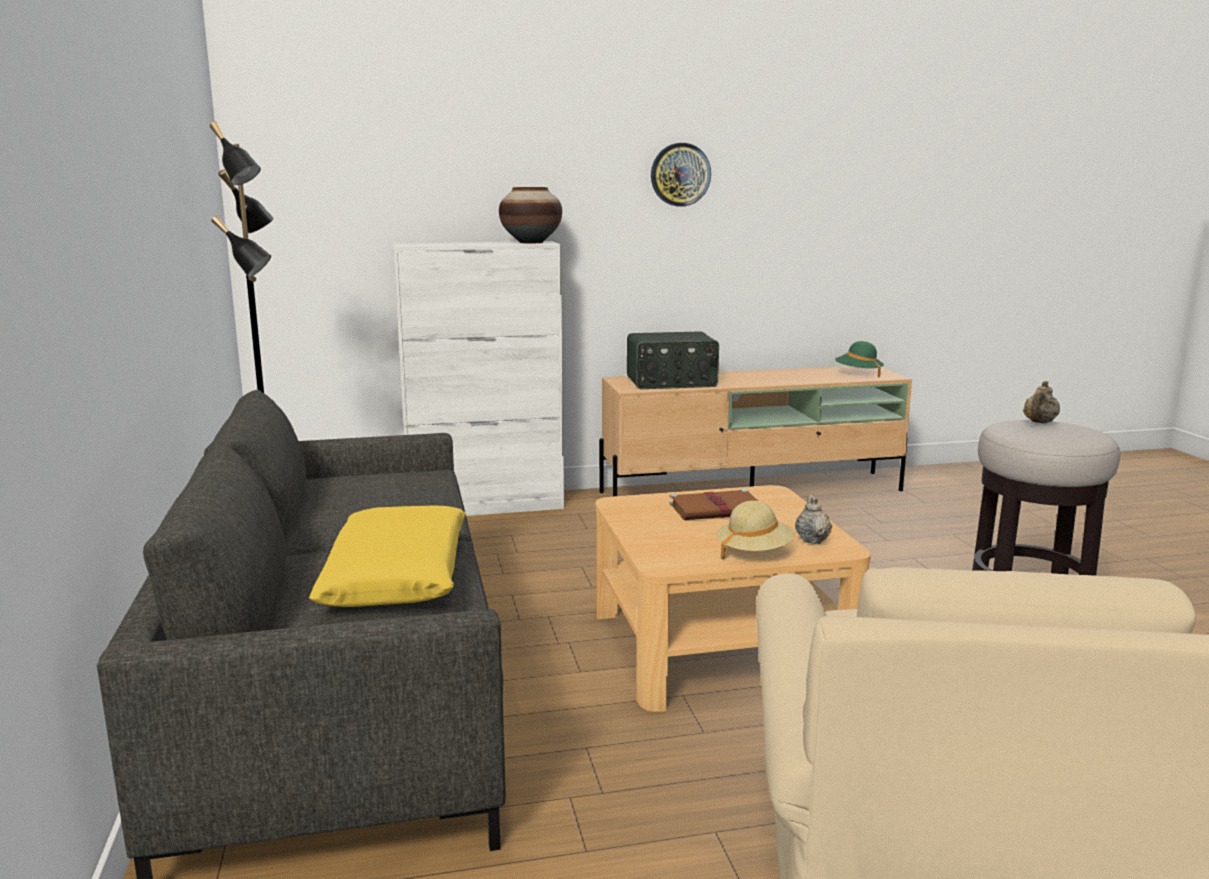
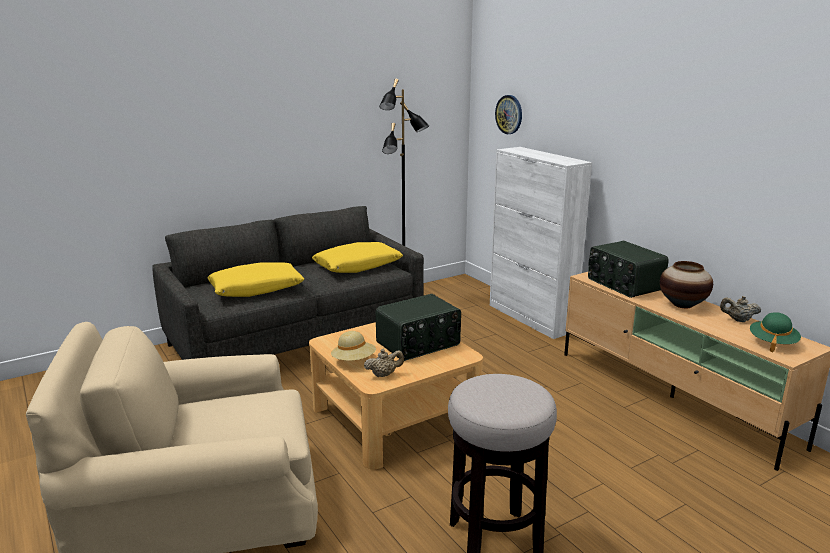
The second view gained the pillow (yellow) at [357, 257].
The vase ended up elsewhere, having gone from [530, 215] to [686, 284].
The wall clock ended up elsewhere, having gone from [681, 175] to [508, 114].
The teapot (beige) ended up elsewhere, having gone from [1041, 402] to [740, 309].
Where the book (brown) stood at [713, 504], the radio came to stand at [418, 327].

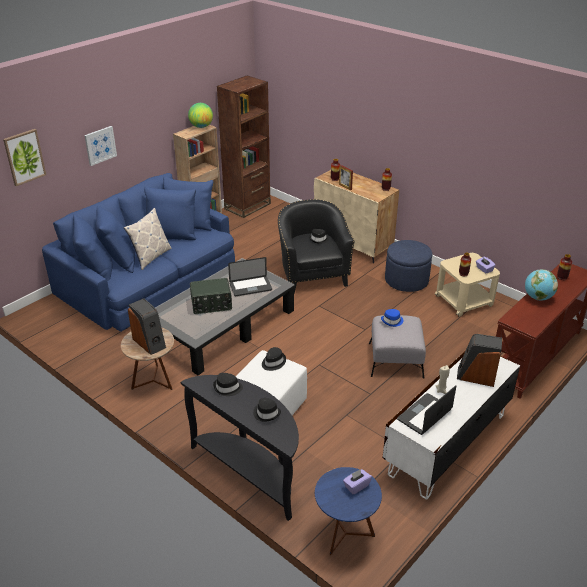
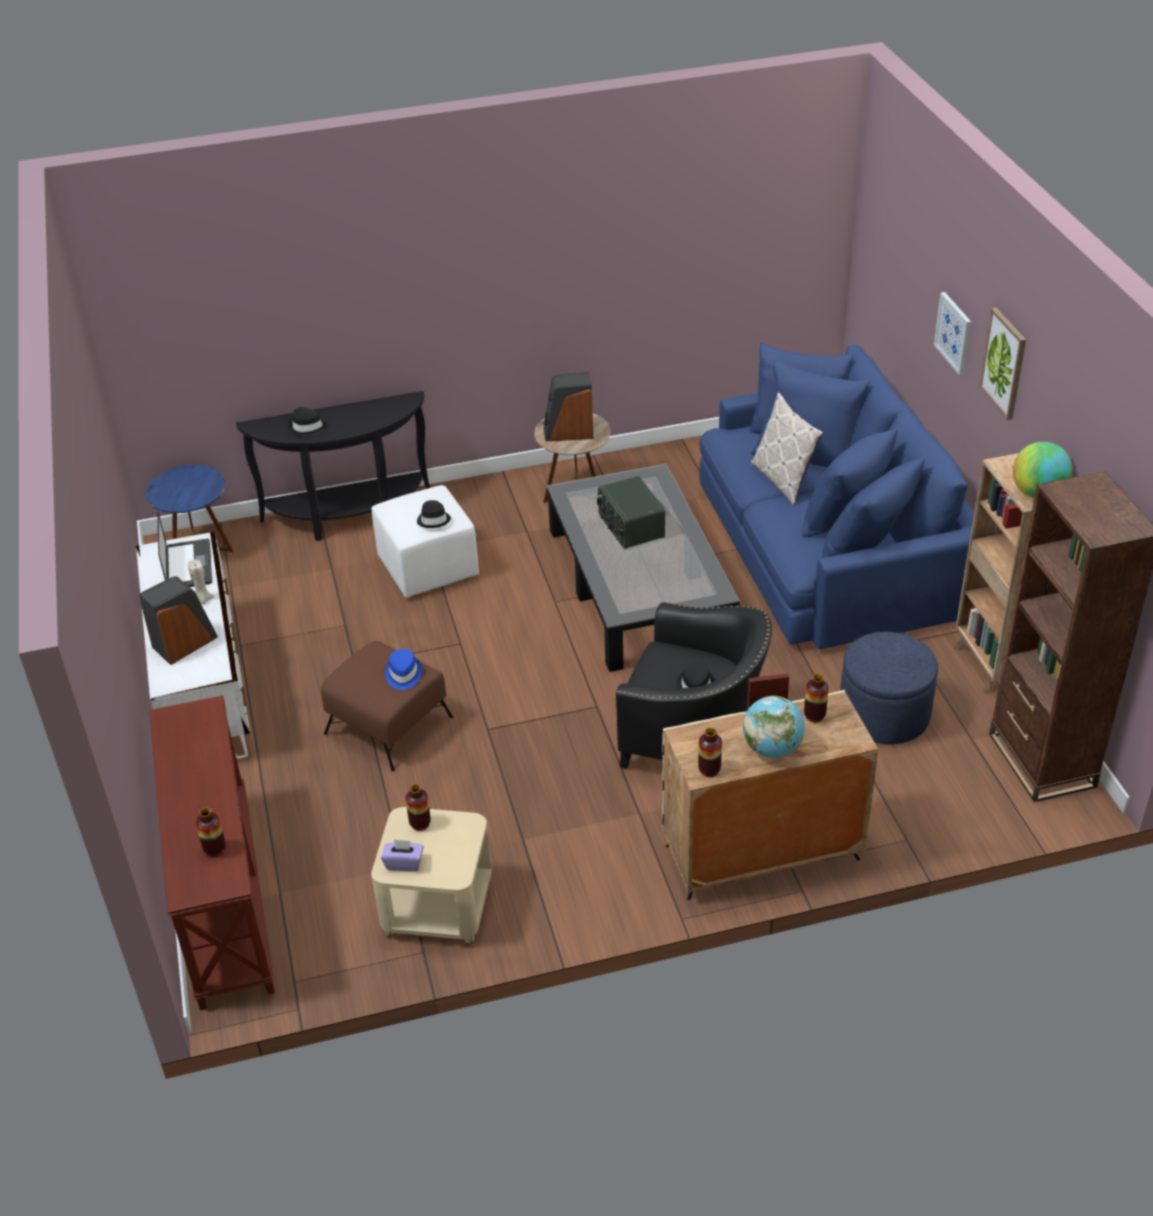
The second view lost the hat (black) at [228, 384].
The second view lost the laptop at [250, 276].
The second view lost the tissue box (purple) at [357, 482].
The picture ended up elsewhere, having gone from [24, 157] to [1002, 364].
The ottoman (blue) ended up elsewhere, having gone from [408, 266] to [889, 688].
The globe ended up elsewhere, having gone from [541, 285] to [774, 727].
What was the ottoman (grey) at [397, 347] turned into the ottoman (brown) at [387, 706].
The radio at [211, 296] ended up facing another way, 45 degrees counterclockwise from before.

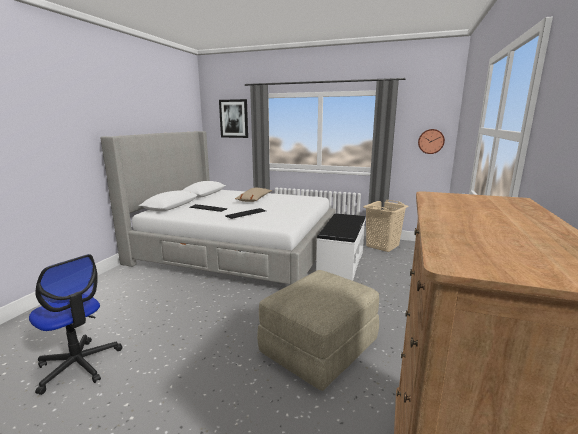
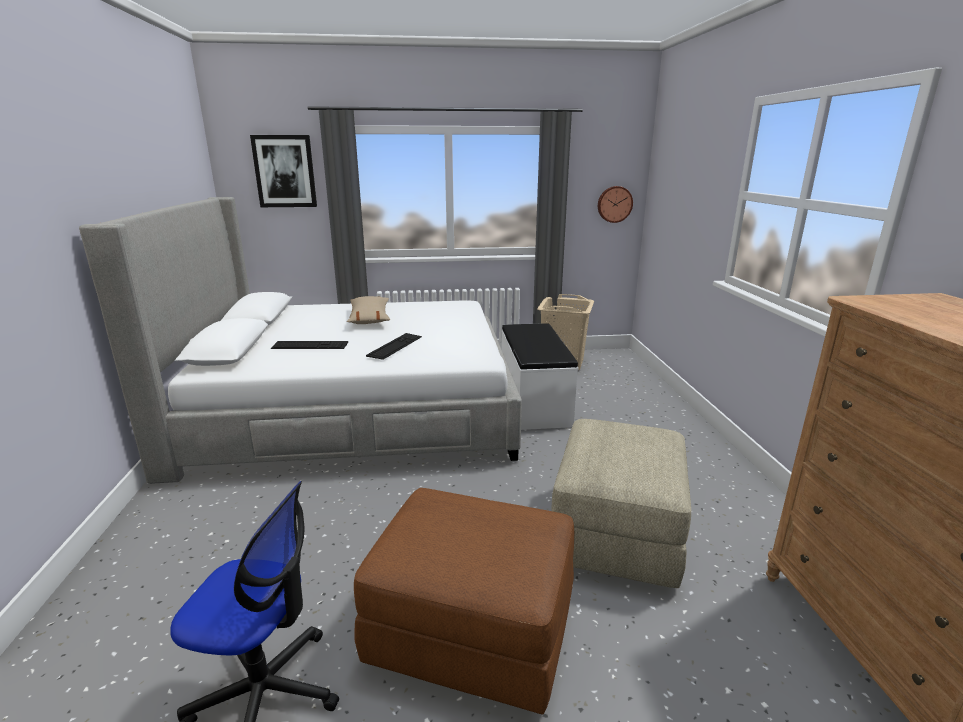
The second view gained the ottoman (brown) at [464, 601].

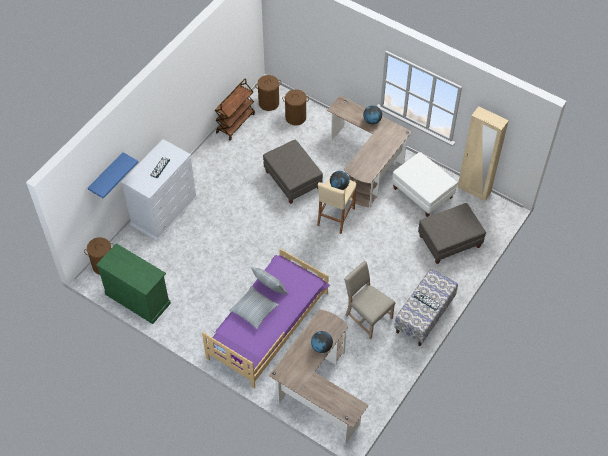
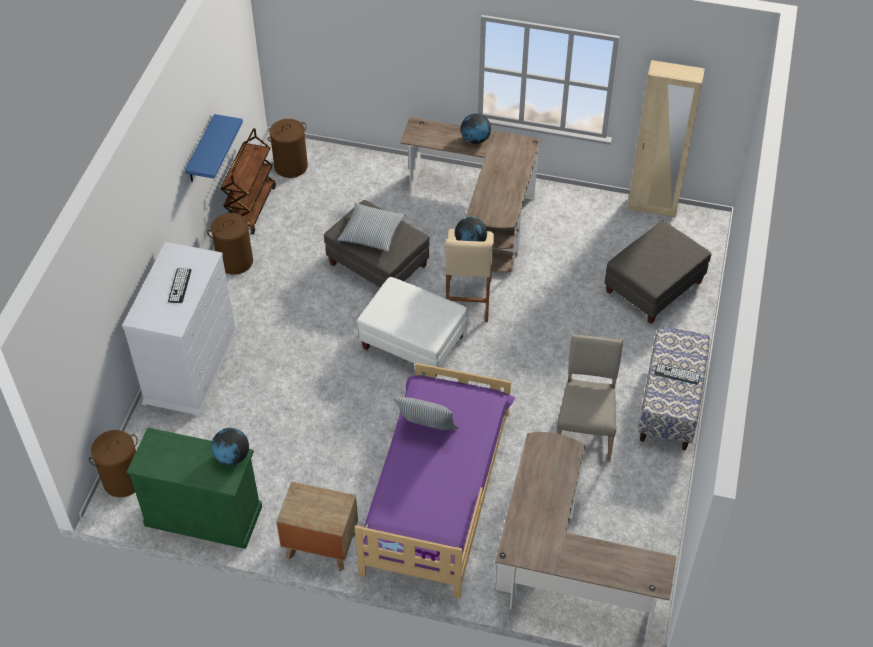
The second view gained the nightstand (brown) at [317, 526].
The shelf (blue) ended up elsewhere, having gone from [113, 175] to [214, 148].
The pillow ended up elsewhere, having gone from [254, 307] to [371, 227].
The laundry basket (brown) ended up elsewhere, having gone from [295, 107] to [230, 244].
The globe ended up elsewhere, having gone from [322, 342] to [230, 446].
The ottoman (white) ended up elsewhere, having gone from [424, 184] to [412, 326].
The chair (beige) at [369, 300] ended up facing another way, 75 degrees clockwise from before.

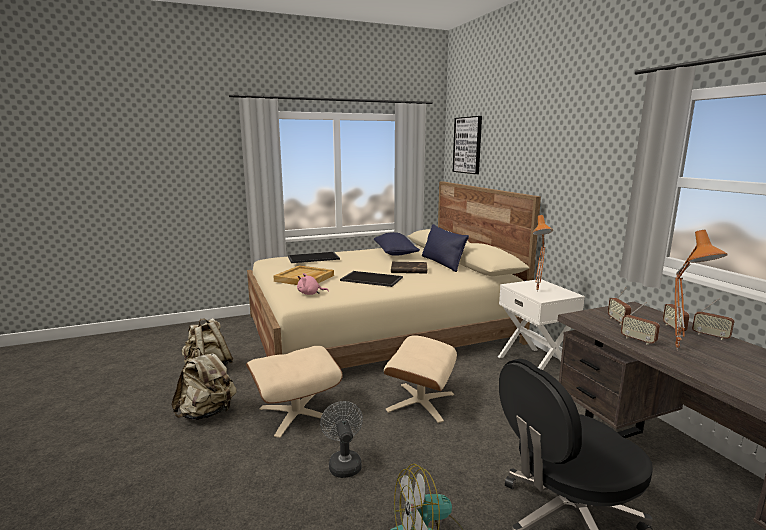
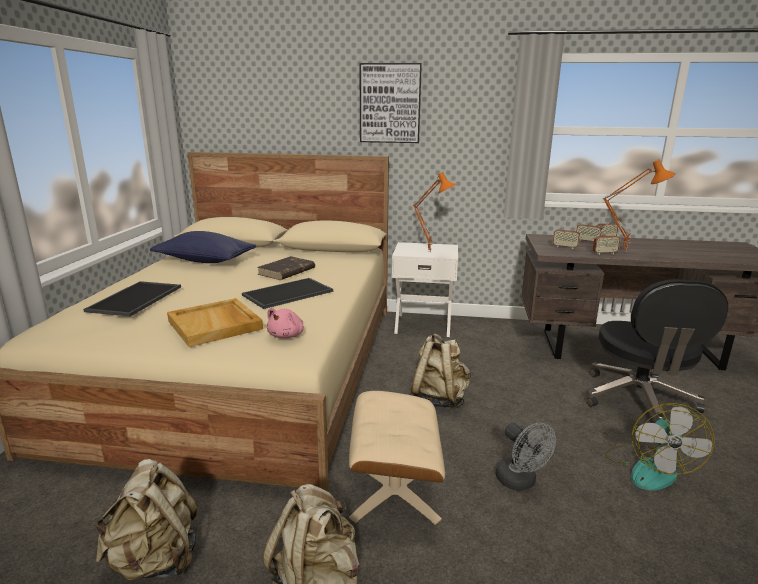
The second view lost the pillow (blue) at [445, 248].
The picture ended up elsewhere, having gone from [467, 145] to [390, 103].
Where the ottoman (beige) stood at [420, 379], the backpack (beige) came to stand at [441, 370].
The fan (grey) at [341, 439] ended up facing another way, 135 degrees counterclockwise from before.

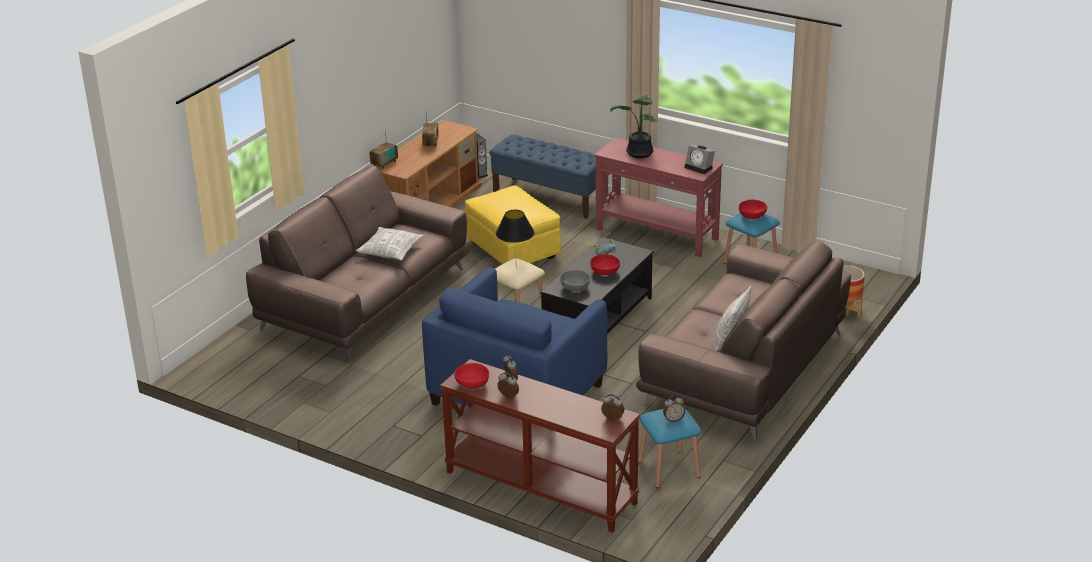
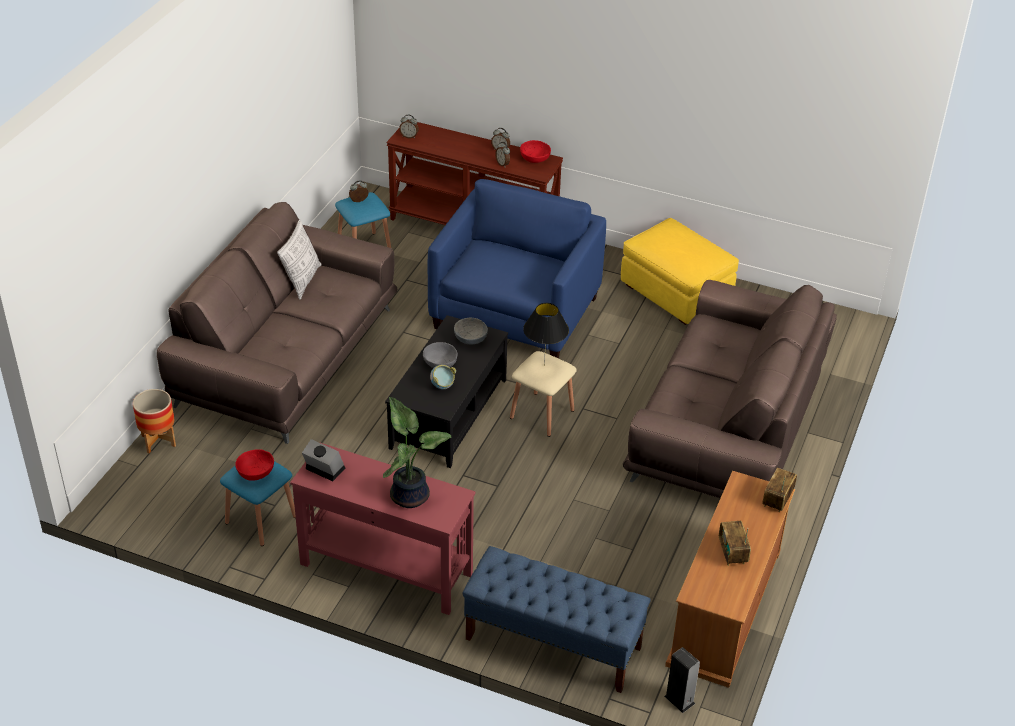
The second view lost the pillow at [389, 243].
The ottoman (yellow) ended up elsewhere, having gone from [513, 224] to [680, 271].
What was the bowl (red) at [605, 264] turned into the bowl (grey) at [440, 355].

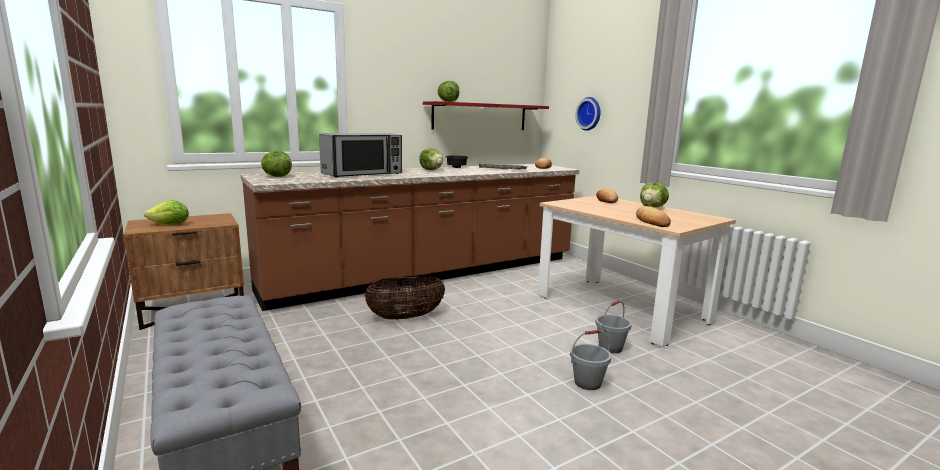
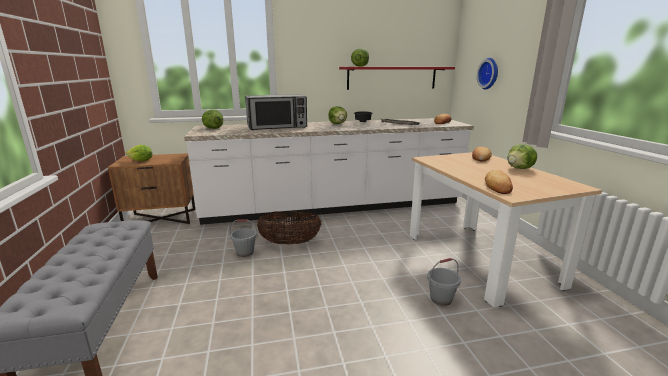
The bucket (grey) ended up elsewhere, having gone from [590, 360] to [243, 238].
What was the counter (brown) at [410, 237] turned into the counter (white) at [329, 171].

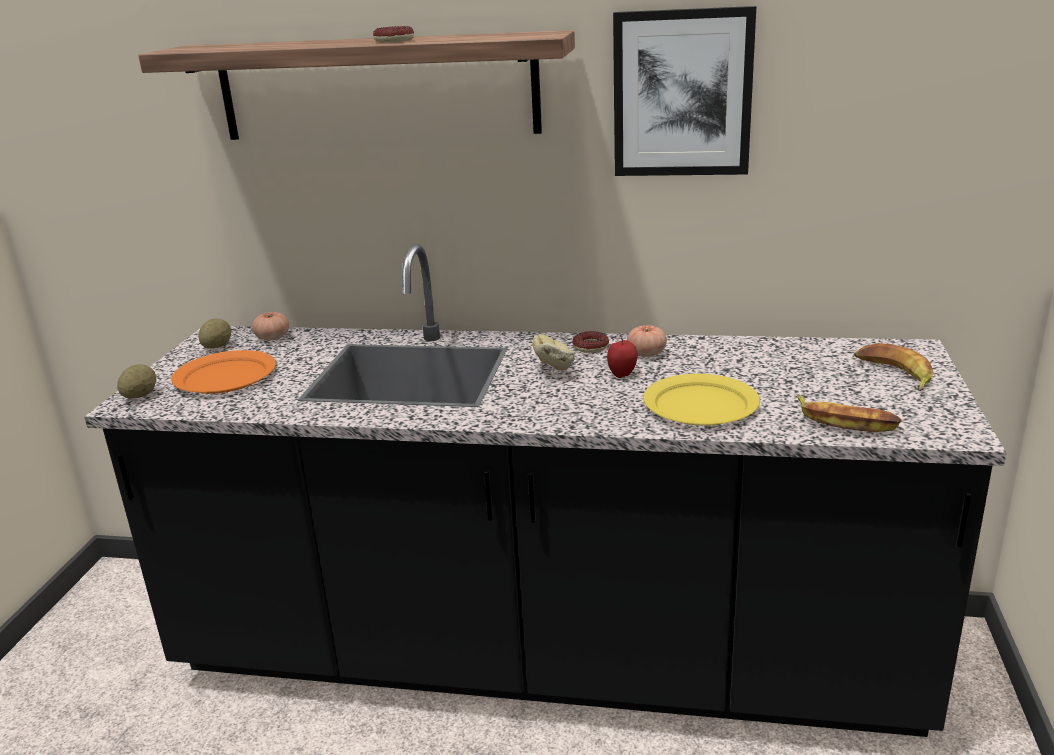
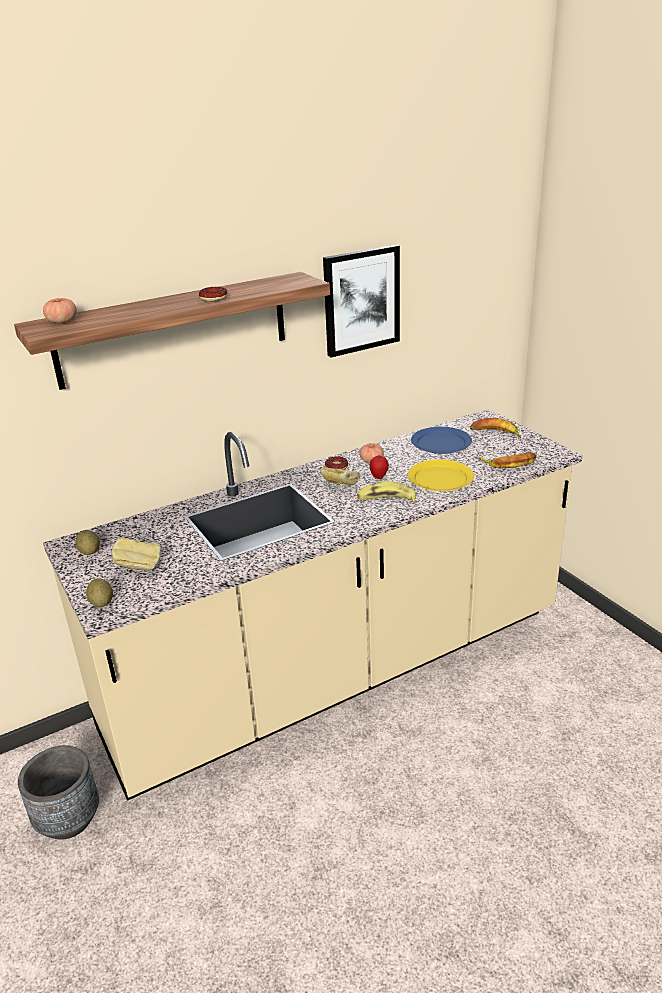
The second view gained the planter (grey) at [58, 792].
The second view gained the banana at [387, 492].
The second view gained the plate (blue) at [441, 440].
The tomato ended up elsewhere, having gone from [270, 326] to [60, 310].
Where the plate (orange) stood at [223, 372], the bread came to stand at [136, 554].
What was the counter (black) at [545, 490] turned into the counter (beige) at [313, 605].

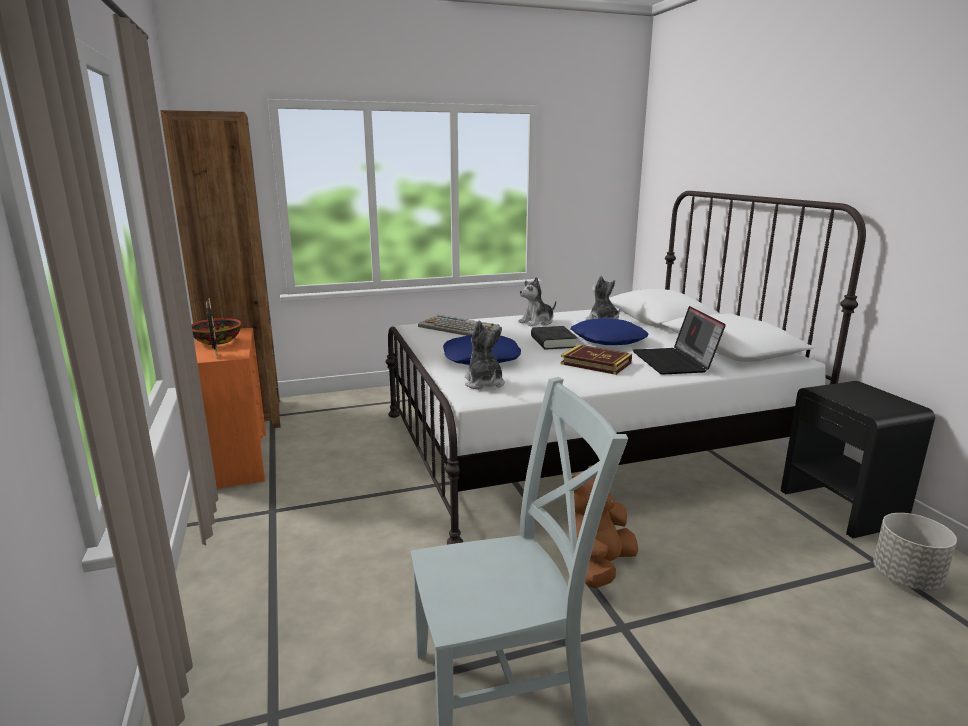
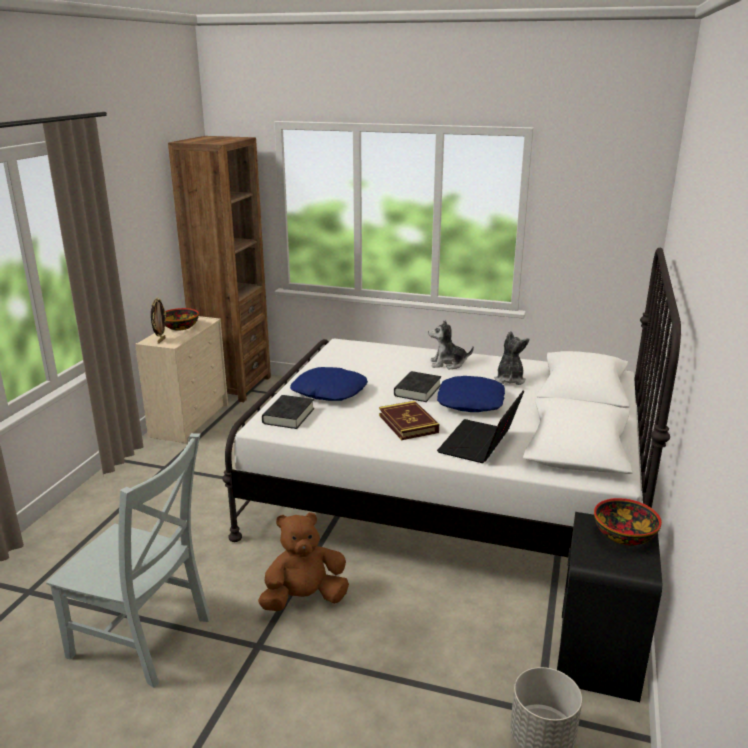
The second view lost the keyboard at [459, 325].
The second view gained the bowl at [628, 521].
Where the plush toy stood at [485, 355], the book (black) came to stand at [288, 412].
What was the dresser (orange) at [230, 408] turned into the dresser (beige) at [181, 379].

